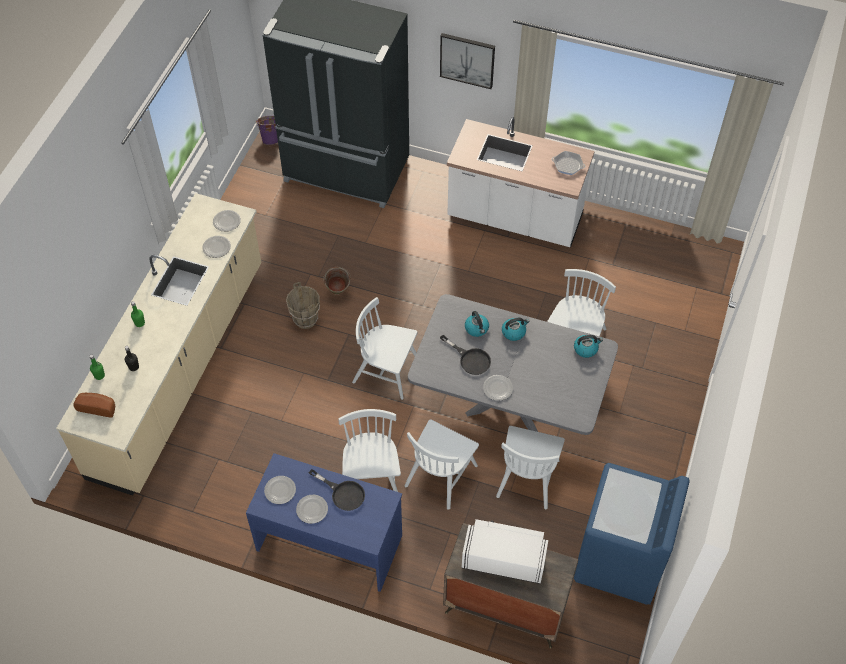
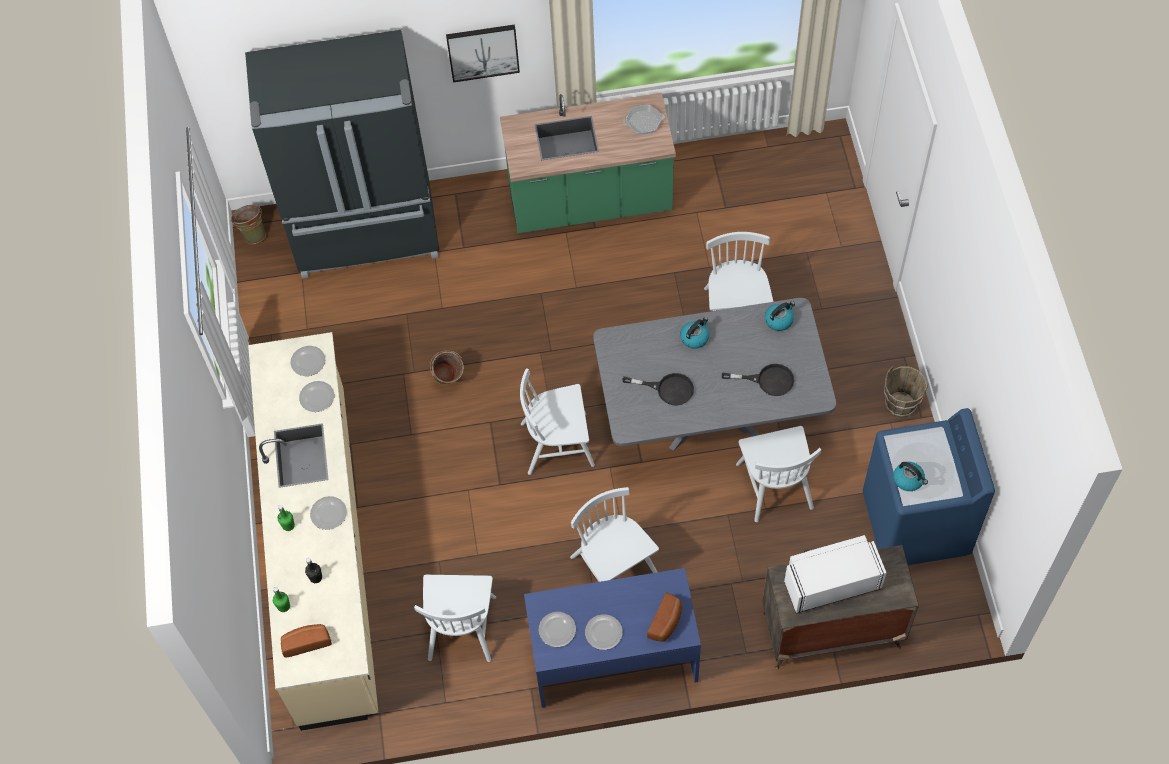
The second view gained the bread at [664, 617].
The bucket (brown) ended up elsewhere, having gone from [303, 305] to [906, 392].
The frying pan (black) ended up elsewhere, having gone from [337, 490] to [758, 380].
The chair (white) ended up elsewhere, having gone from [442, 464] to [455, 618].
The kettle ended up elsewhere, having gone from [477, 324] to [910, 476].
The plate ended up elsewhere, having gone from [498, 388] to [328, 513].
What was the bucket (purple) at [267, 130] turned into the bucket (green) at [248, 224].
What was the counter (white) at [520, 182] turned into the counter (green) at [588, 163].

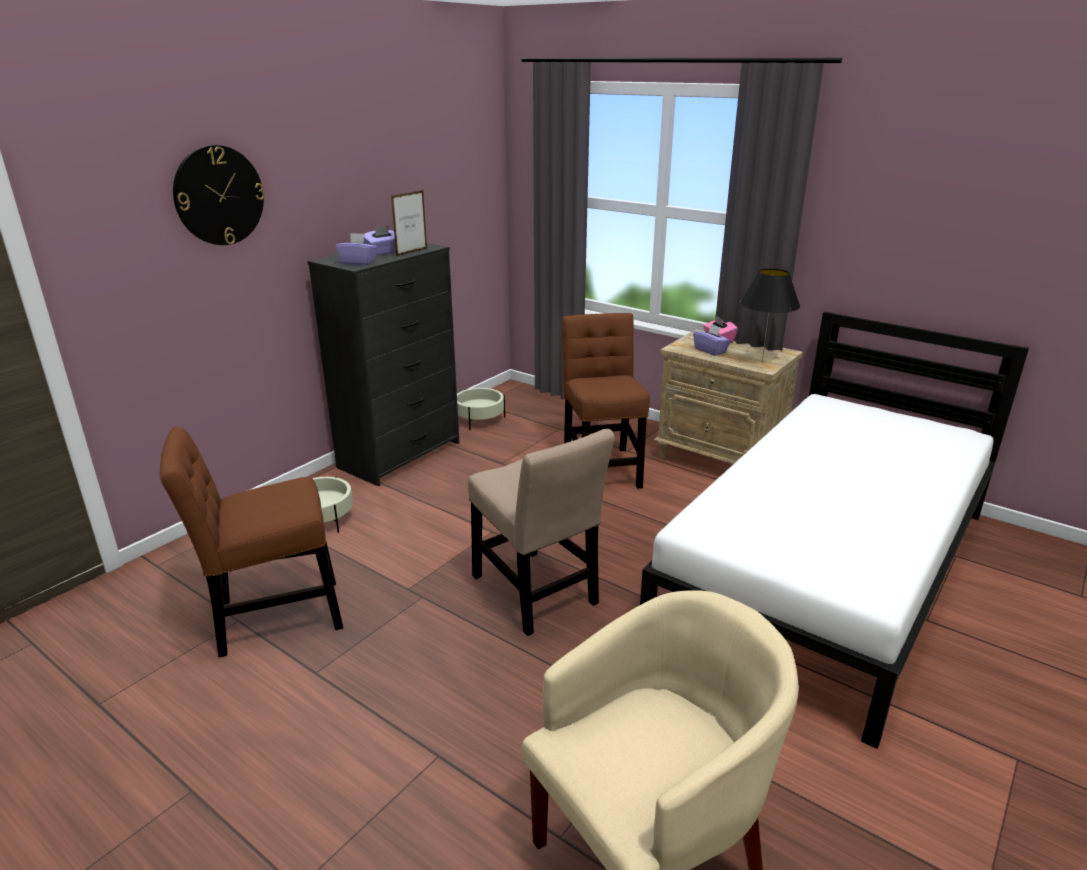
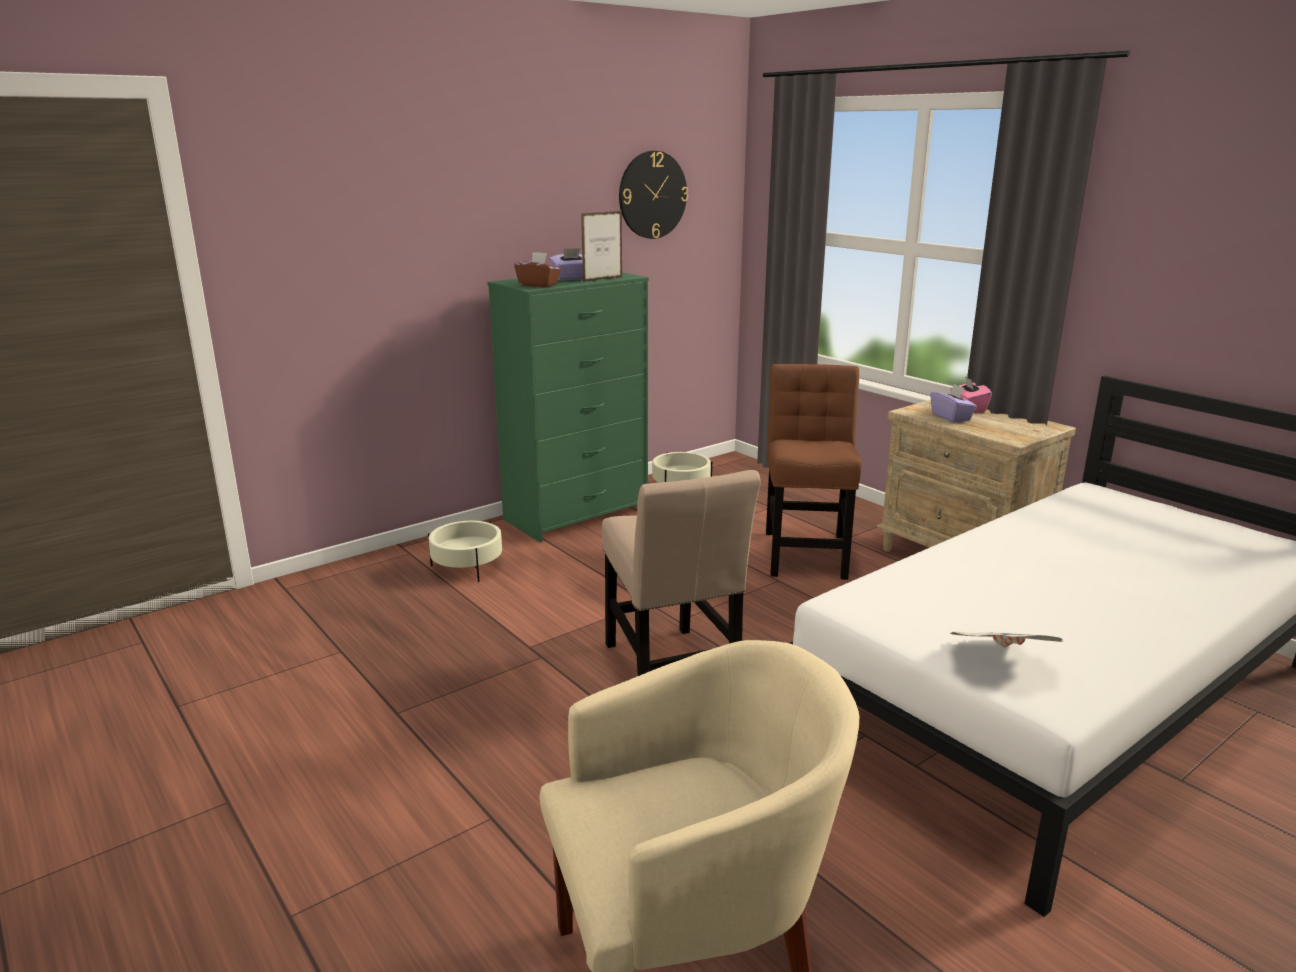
The second view lost the chair (brown) at [251, 542].
The second view lost the table lamp (black) at [770, 315].
The second view gained the newspaper at [1006, 639].
The wall clock ended up elsewhere, having gone from [219, 195] to [653, 195].
What was the dresser (black) at [383, 365] turned into the dresser (green) at [568, 407].
What was the tissue box (purple) at [356, 249] turned into the tissue box (brown) at [537, 269].

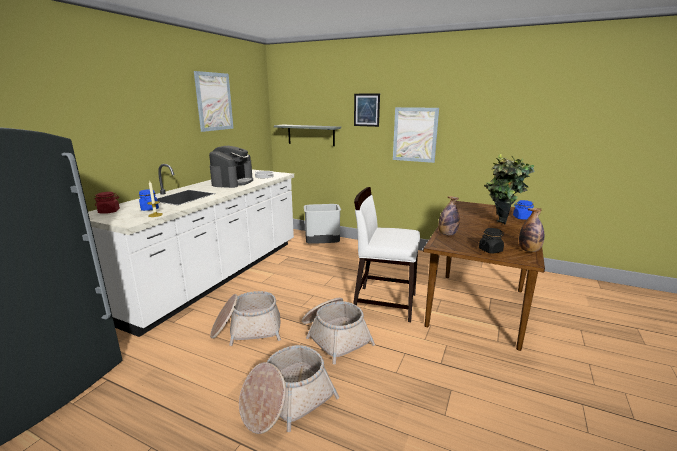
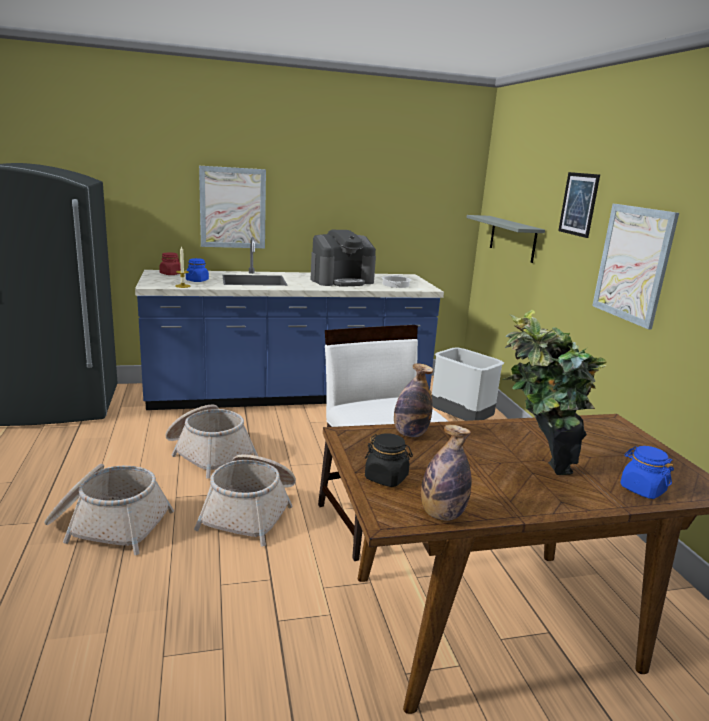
The picture ended up elsewhere, having gone from [214, 101] to [232, 207].
What was the counter (white) at [191, 250] turned into the counter (blue) at [289, 323].

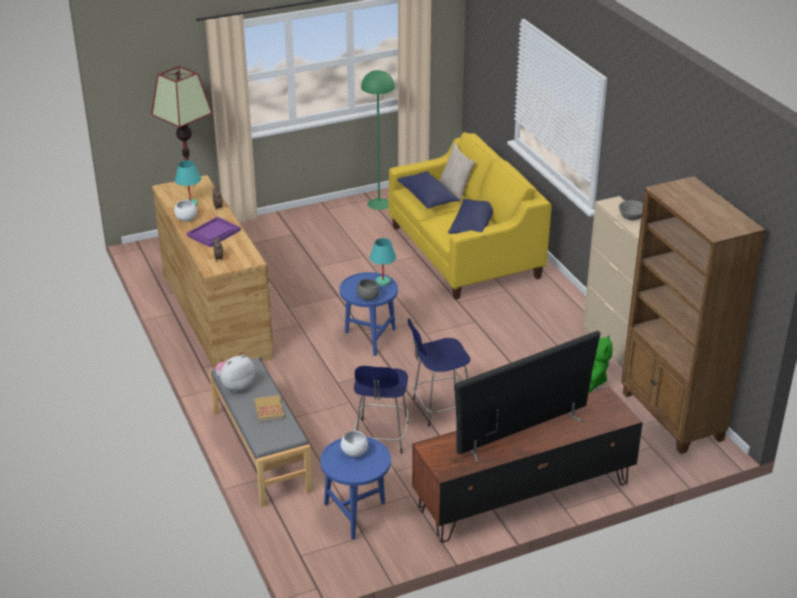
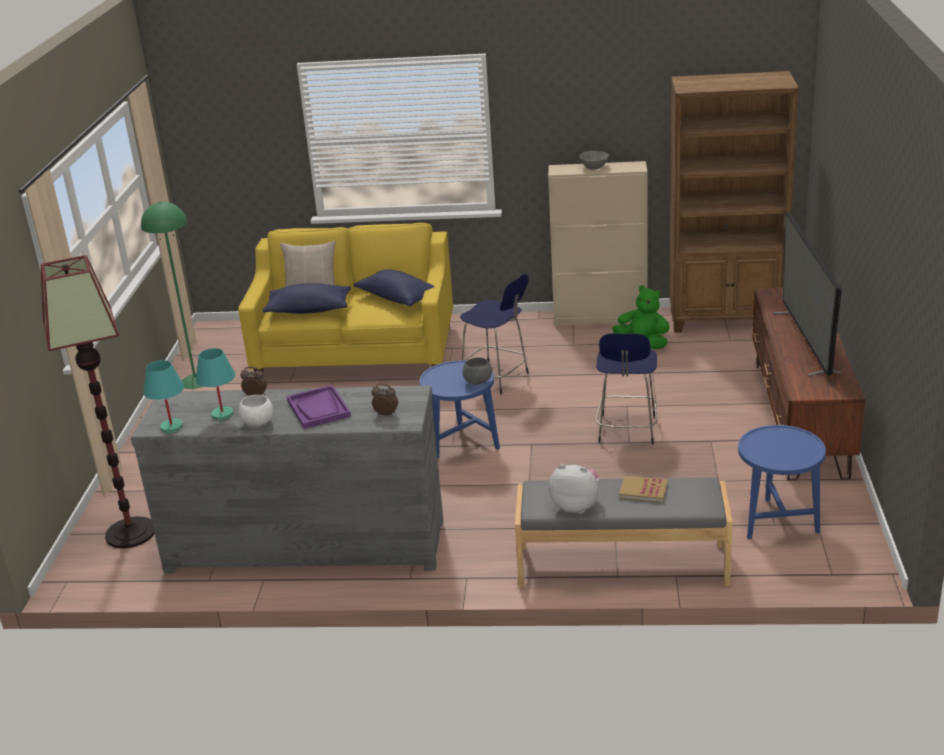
The second view lost the bowl (white) at [354, 444].
The stool (blue) ended up elsewhere, having gone from [380, 410] to [494, 334].
The table lamp (turquoise) ended up elsewhere, having gone from [383, 262] to [163, 396].
What was the dresser (brown) at [212, 271] turned into the dresser (grey) at [287, 480].
The plush toy at [235, 373] ended up facing another way, 120 degrees clockwise from before.

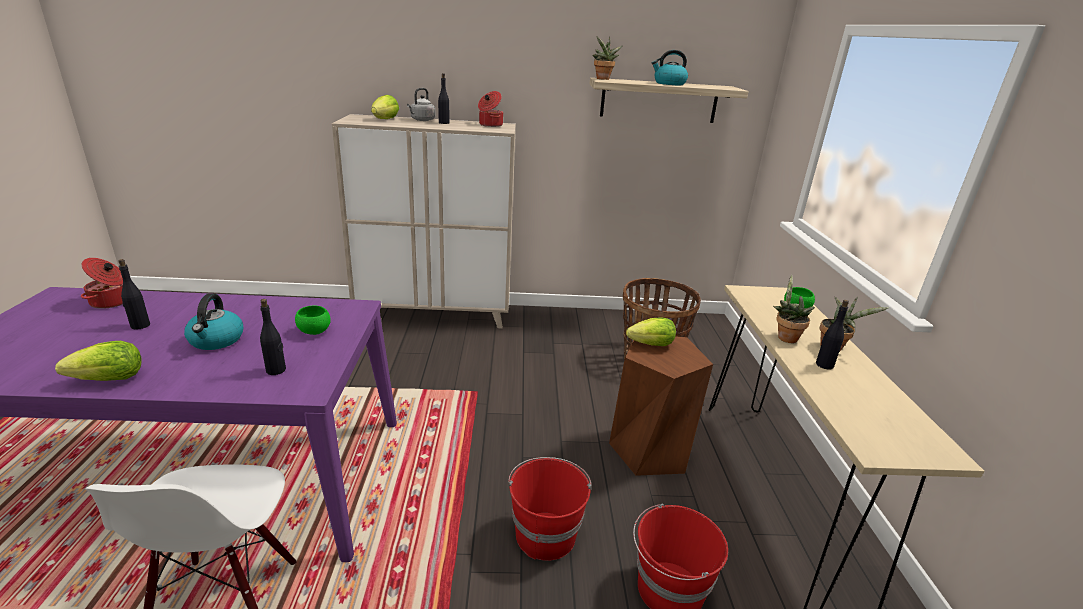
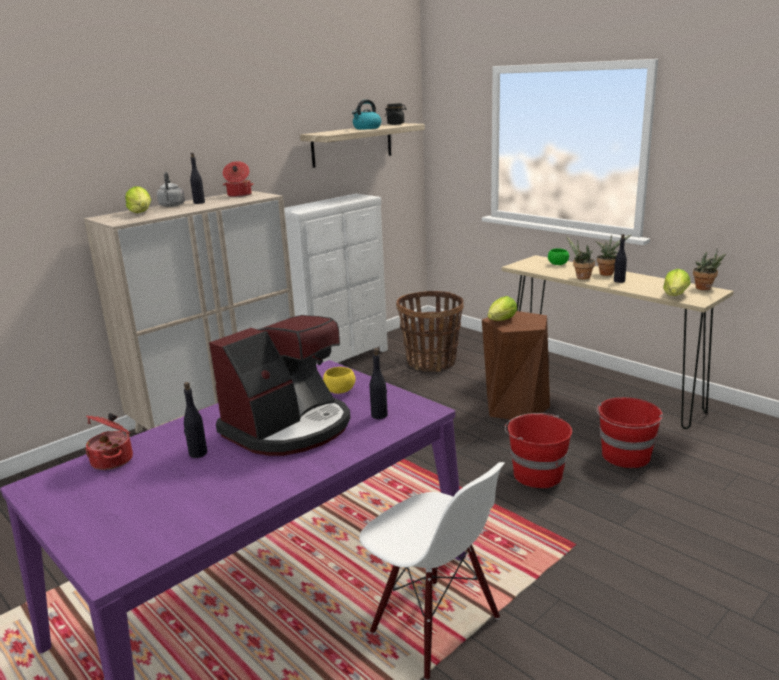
The second view gained the dresser (white) at [336, 279].
The second view gained the jar (black) at [395, 114].
The lettuce ended up elsewhere, having gone from [98, 361] to [676, 282].
The potted plant ended up elsewhere, having gone from [607, 58] to [709, 269].
Where the kettle stood at [213, 322], the coffee machine came to stand at [280, 385].
What was the bowl (green) at [313, 320] turned into the bowl (yellow) at [339, 380].

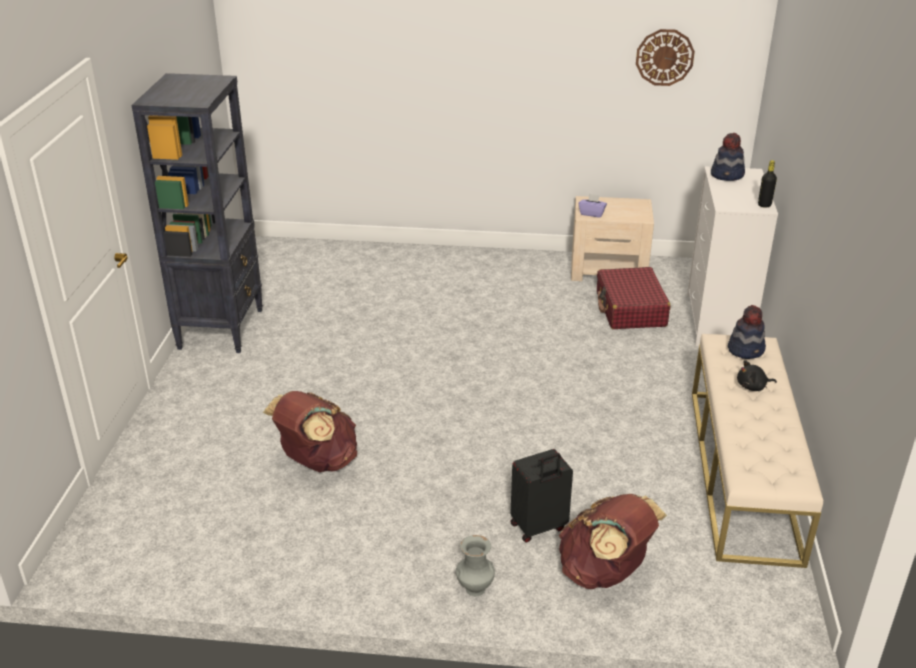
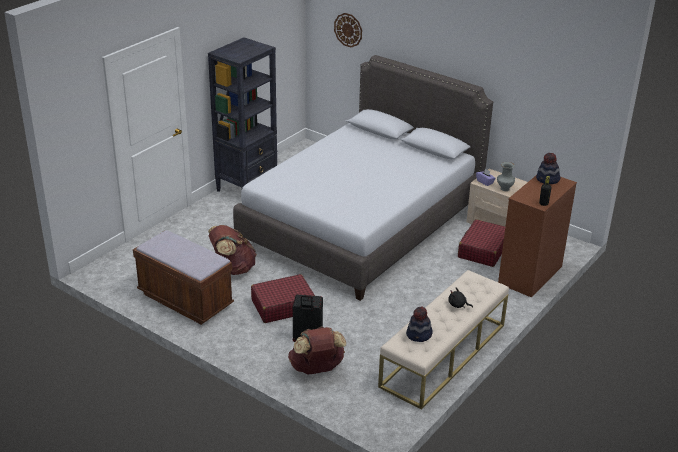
The second view gained the bench (brown) at [183, 277].
The second view gained the bed (grey) at [363, 178].
The second view gained the suitcase (red) at [283, 298].
The vase (grey) ended up elsewhere, having gone from [475, 565] to [506, 176].
The wall clock ended up elsewhere, having gone from [665, 57] to [348, 30].
The hat ended up elsewhere, having gone from [747, 332] to [419, 324].
What was the dresser (white) at [732, 256] turned into the dresser (brown) at [537, 237].

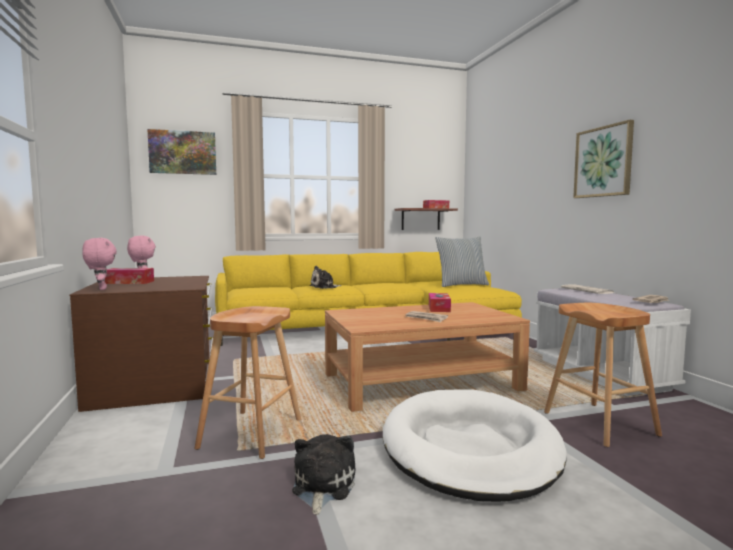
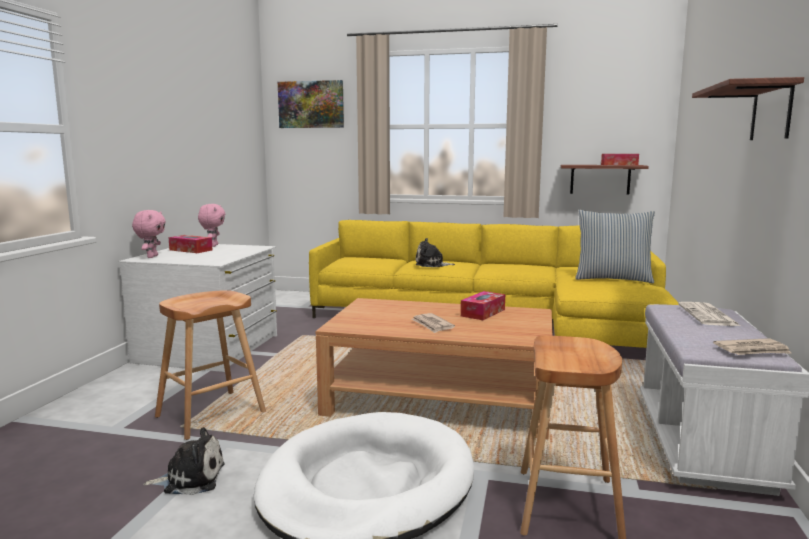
Where the picture hung at [603, 159], the shelf came to hang at [748, 108].
What was the dresser (brown) at [141, 344] turned into the dresser (white) at [198, 308].
The plush toy at [323, 474] ended up facing another way, 45 degrees clockwise from before.

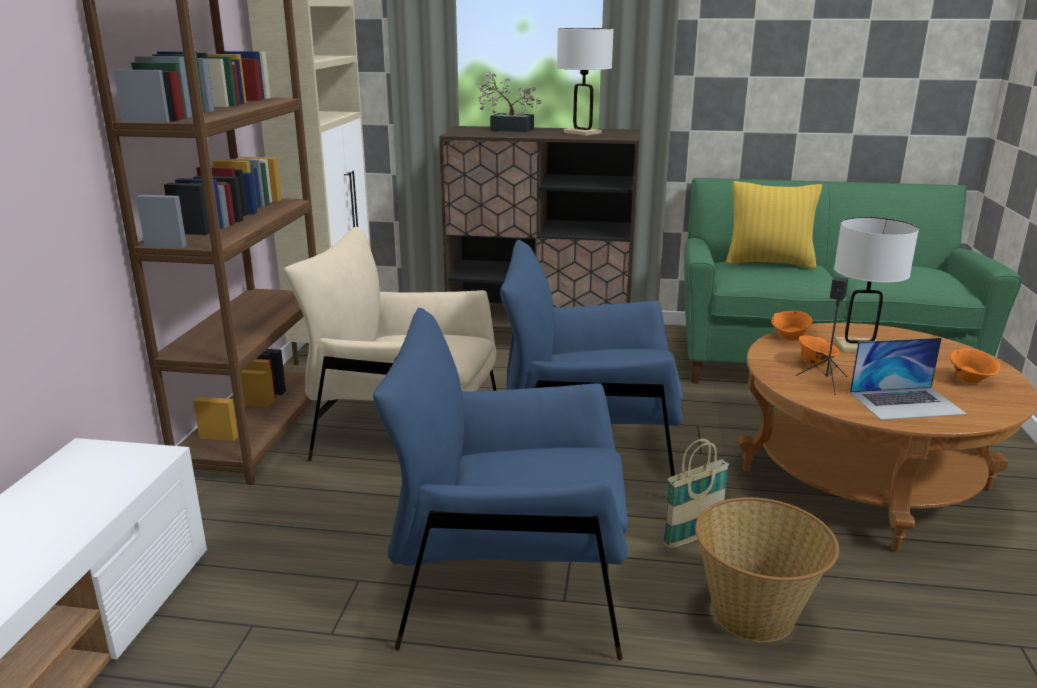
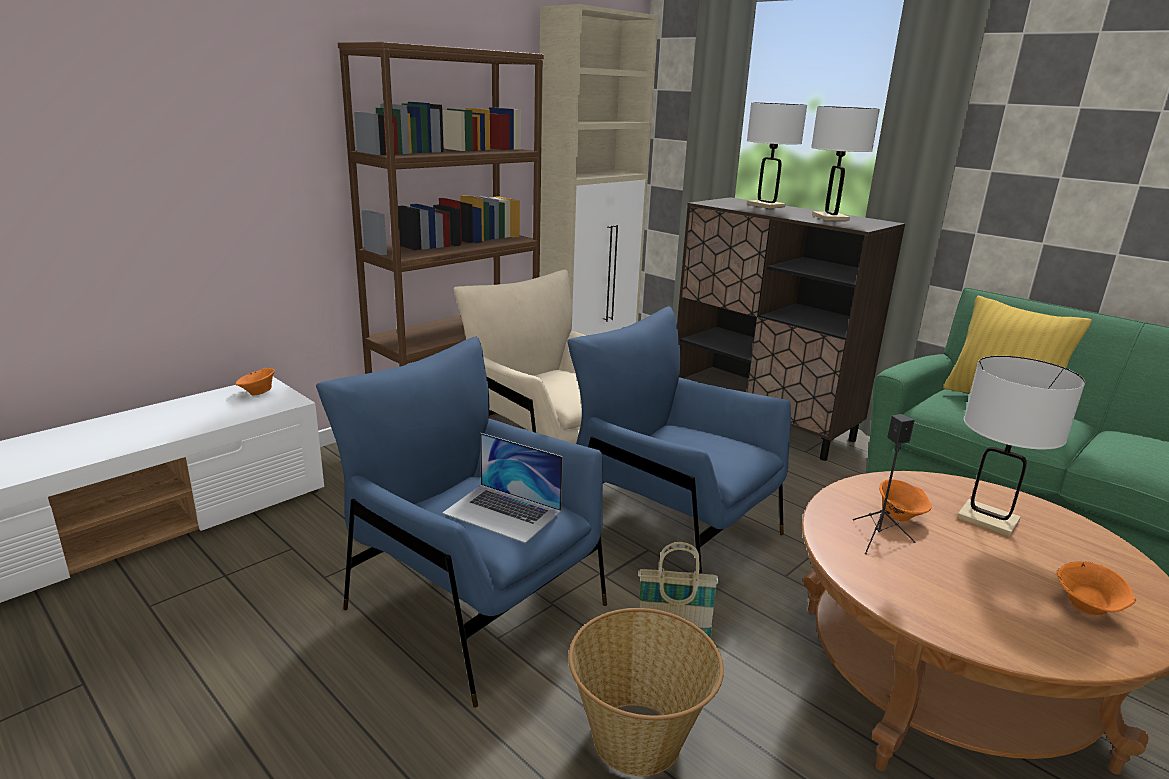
The bowl (orange) ended up elsewhere, having gone from [792, 326] to [255, 382].
The laptop ended up elsewhere, having gone from [908, 379] to [502, 488].
Where the potted plant stood at [509, 102], the table lamp (white) came to stand at [777, 155].

